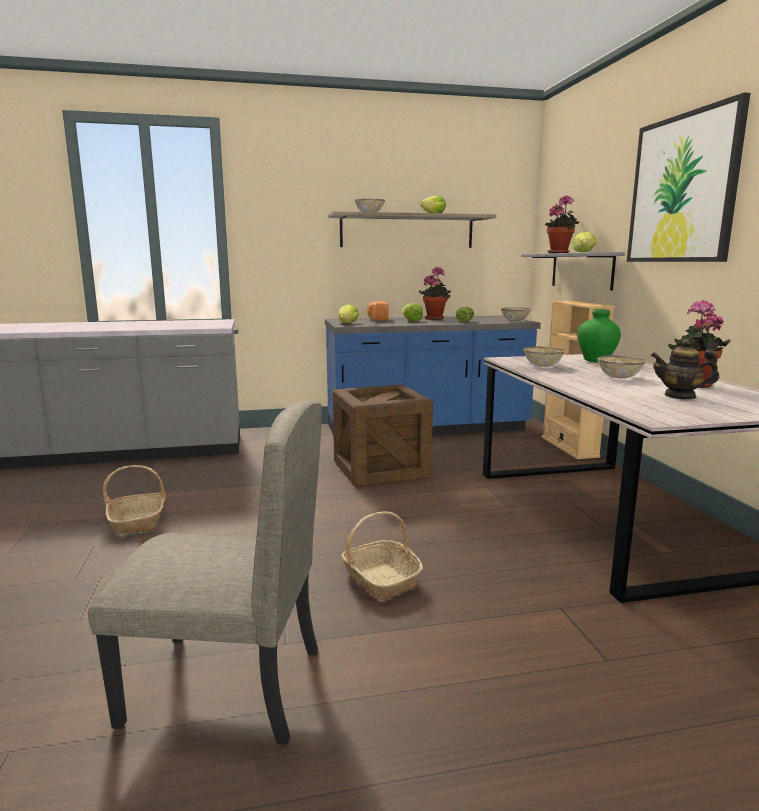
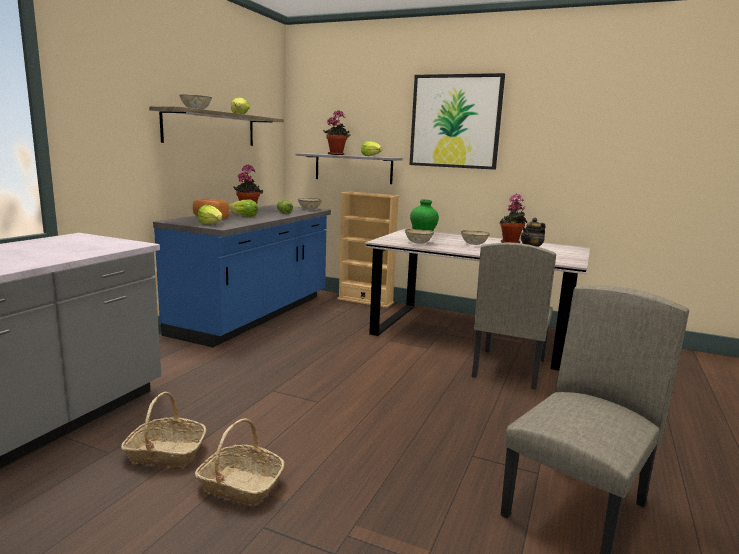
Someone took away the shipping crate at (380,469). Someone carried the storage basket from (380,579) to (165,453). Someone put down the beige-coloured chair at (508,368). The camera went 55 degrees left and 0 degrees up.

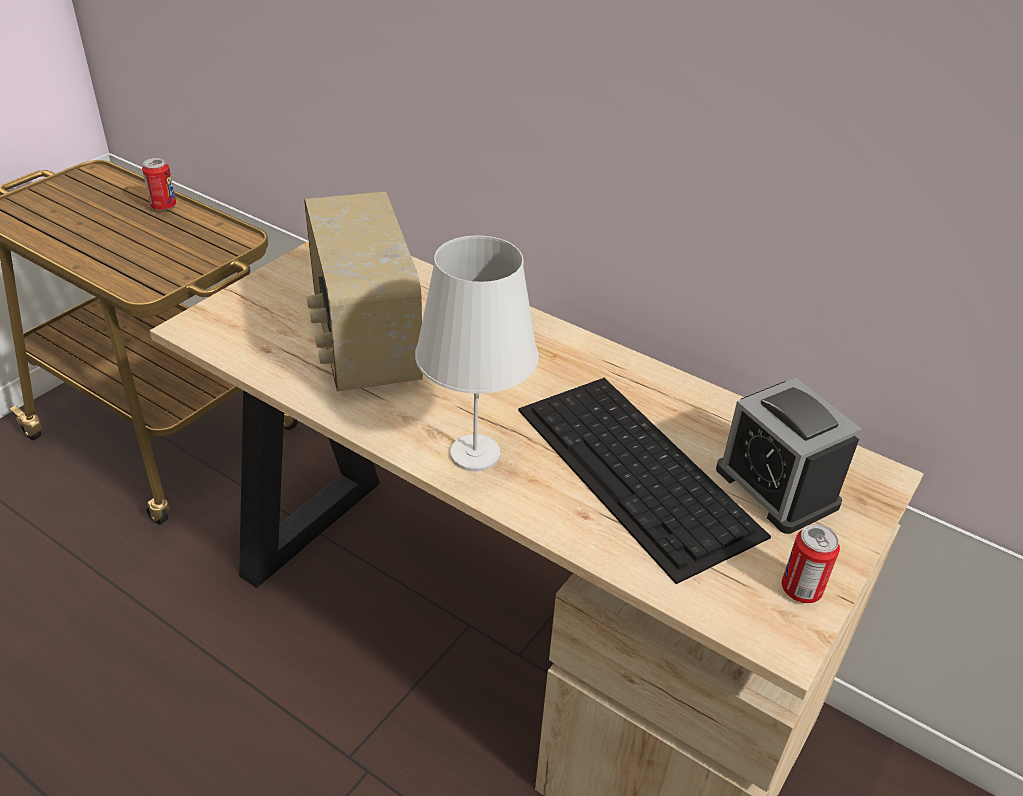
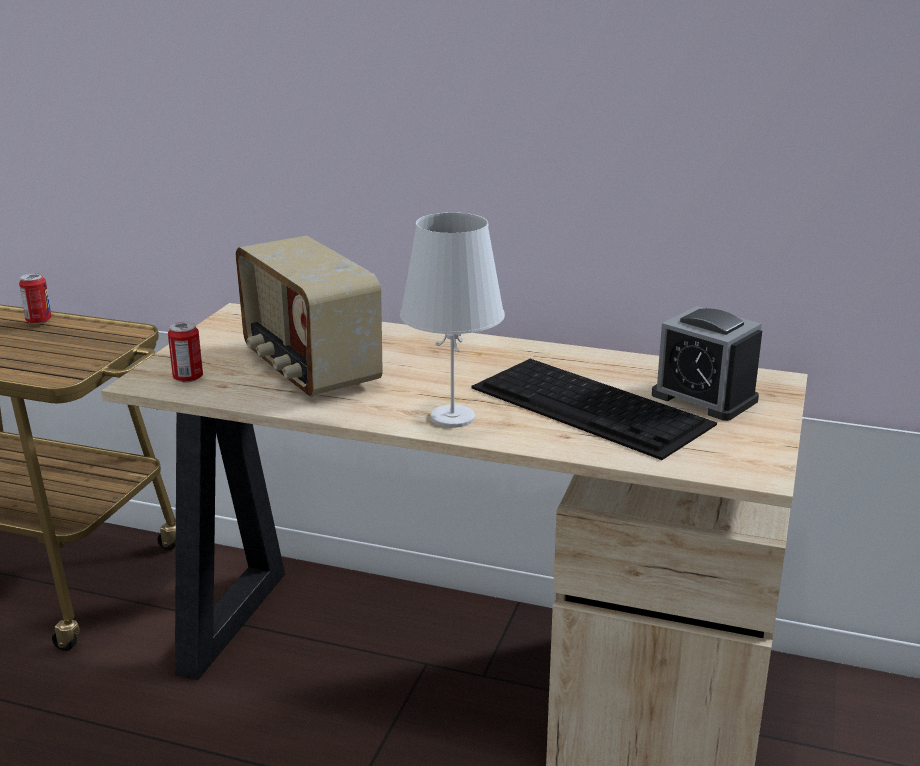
Someone carried the sealed can from (801,590) to (188,378). The camera went 15 degrees left and 15 degrees down.

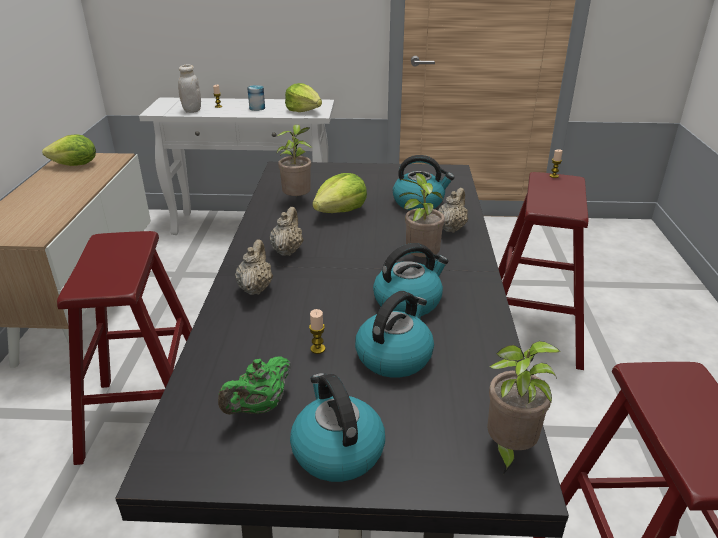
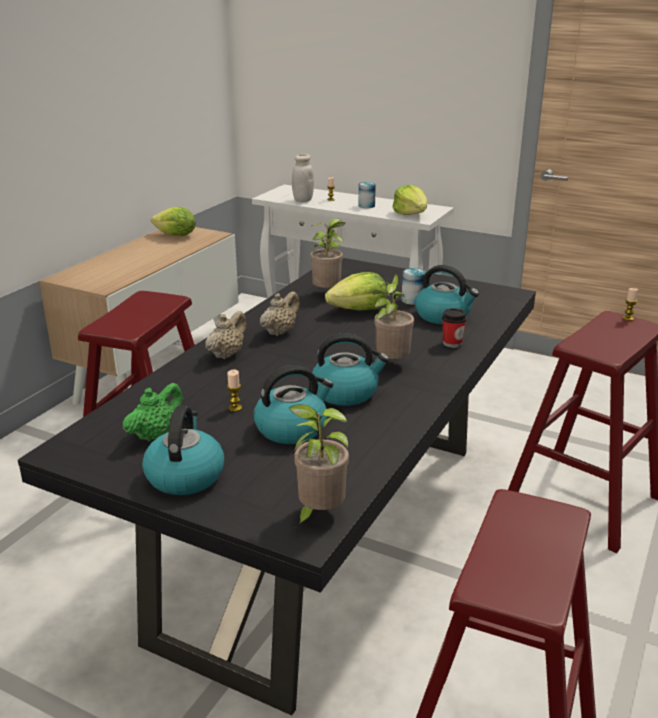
Someone swapped the beige-coloured teapot at (451,228) for the cup at (452,343). Someone rotated the green-coloured teapot at (259,407) by 150 degrees clockwise. Someone put down the sealed can at (412,300). The camera went 25 degrees right and 5 degrees down.

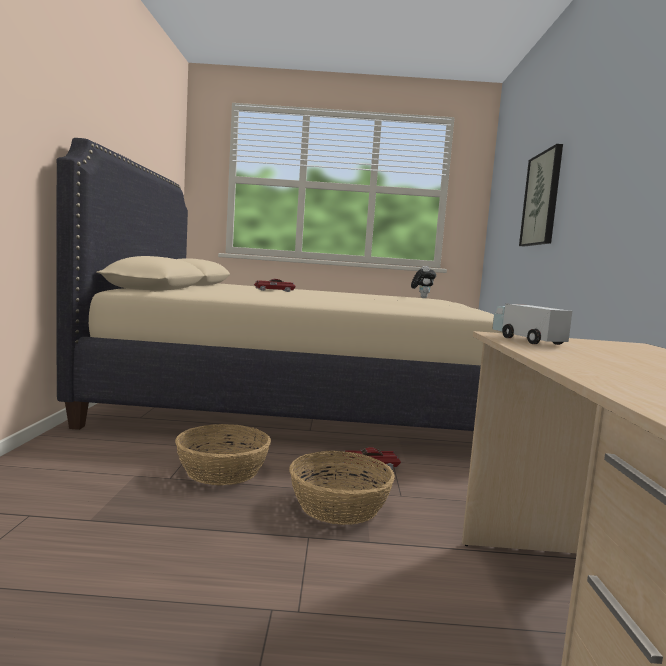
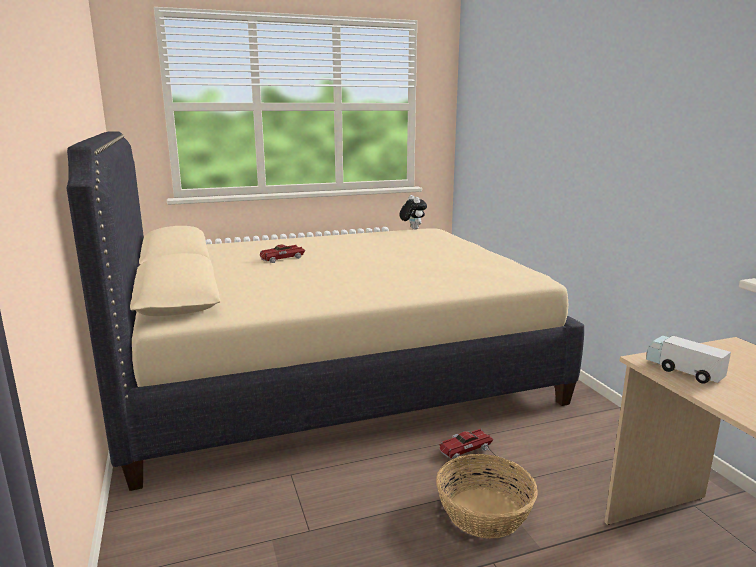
Someone took away the wall picture at (542,199). Someone took away the storage basket at (222,470). The camera went 20 degrees left and 10 degrees up.

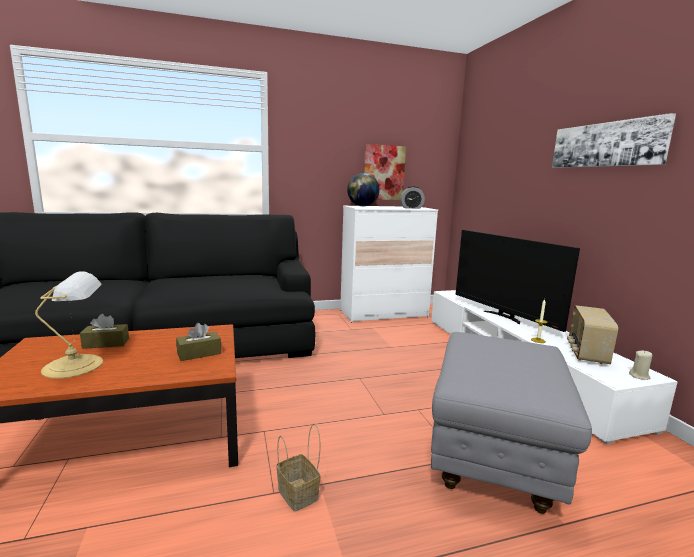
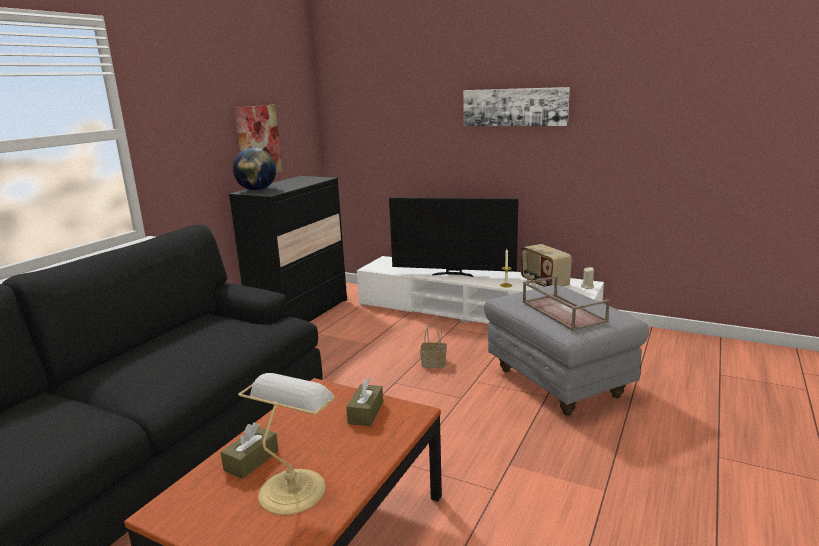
Someone took away the table clock at (411,208). Someone repainted the white drawer chest at (383,313), which became the blackish drawer chest at (300,314). Someone carried the storage basket from (299,494) to (434,363). Someone put down the brown-coloured tray at (561,312). The camera went 45 degrees left and 5 degrees up.

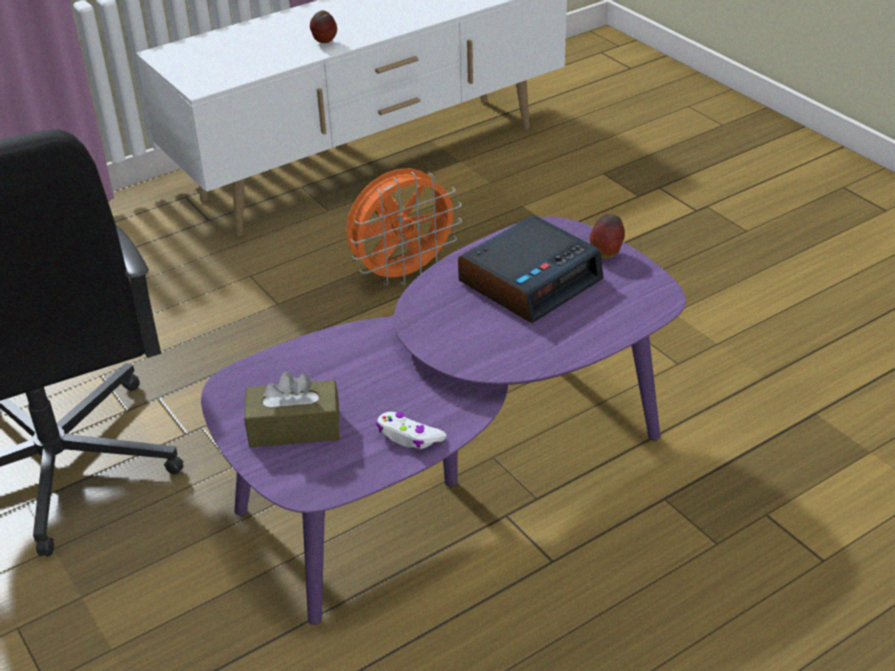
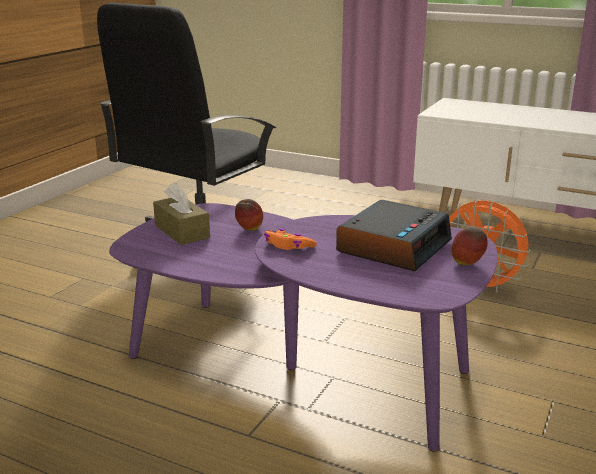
Someone carried the apple fruit from (324,43) to (249,230). Someone rotated the table clock at (530,280) by 75 degrees counterclockwise. Someone took away the white joypad at (409,437). Someone put down the orange-coloured joypad at (288,246). The camera went 60 degrees right and 15 degrees down.

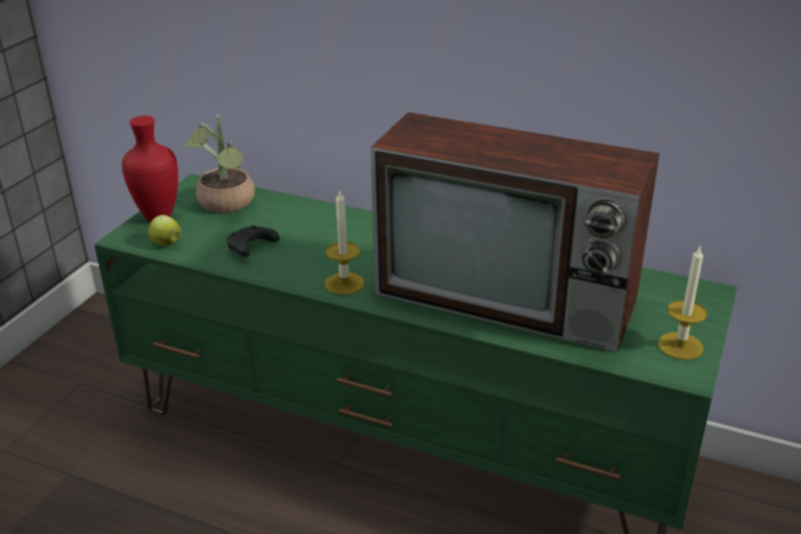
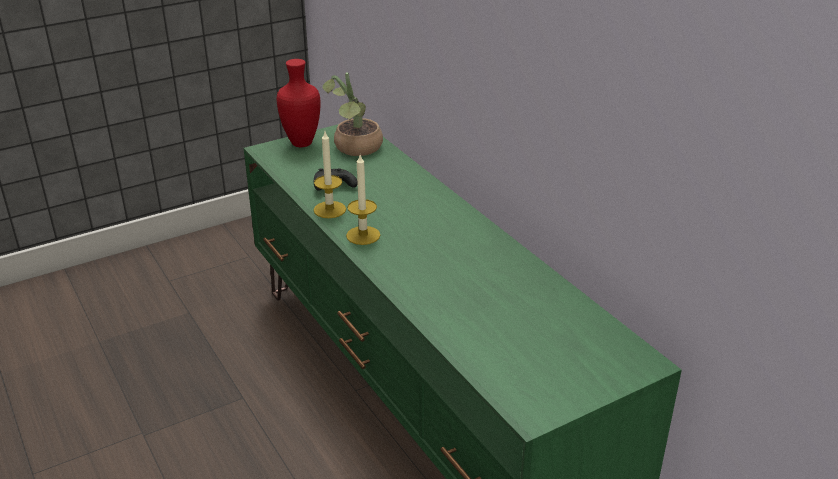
Someone took away the TV set at (510,298). Someone took away the apple fruit at (166,243). Someone carried the wax light from (680,346) to (329,209). The camera went 35 degrees right and 0 degrees up.

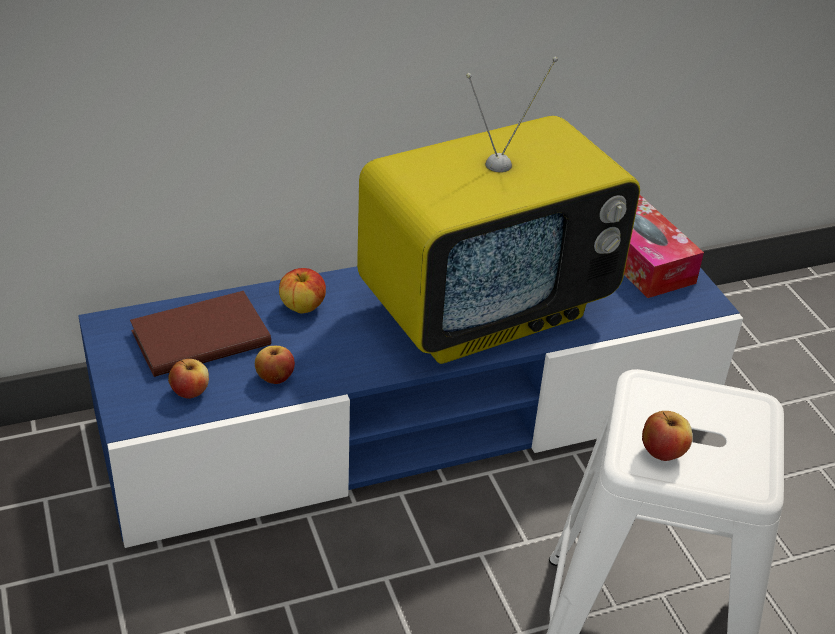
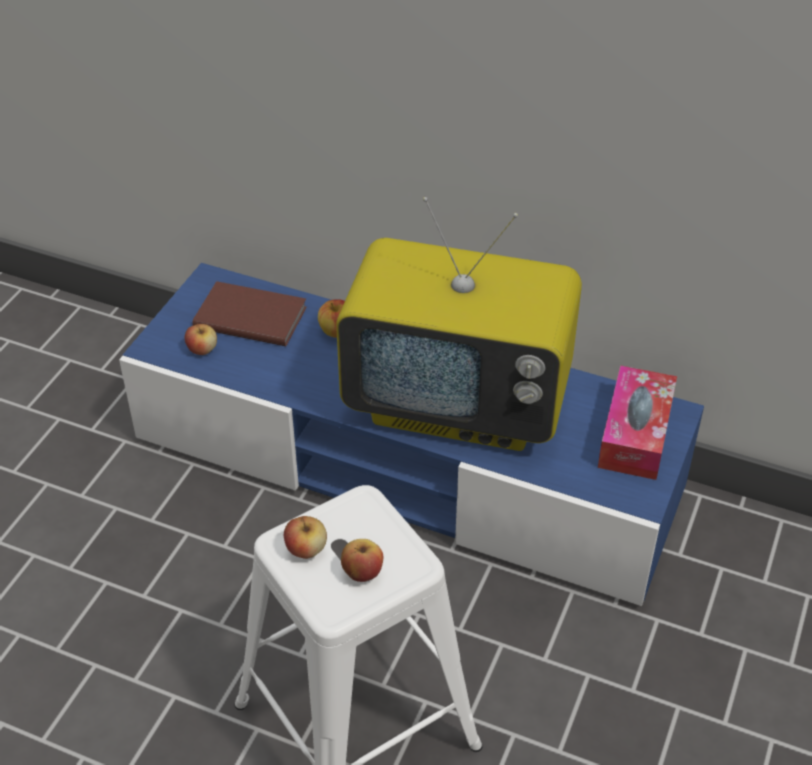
Someone carried the apple fruit from (275,377) to (362,572). The camera went 45 degrees right and 5 degrees up.

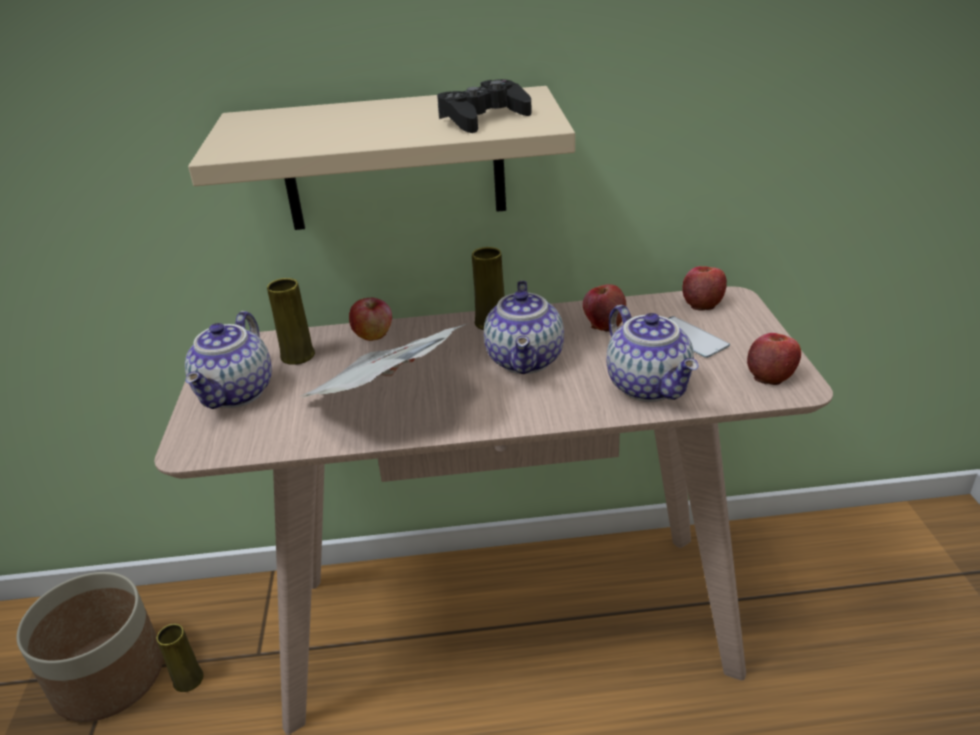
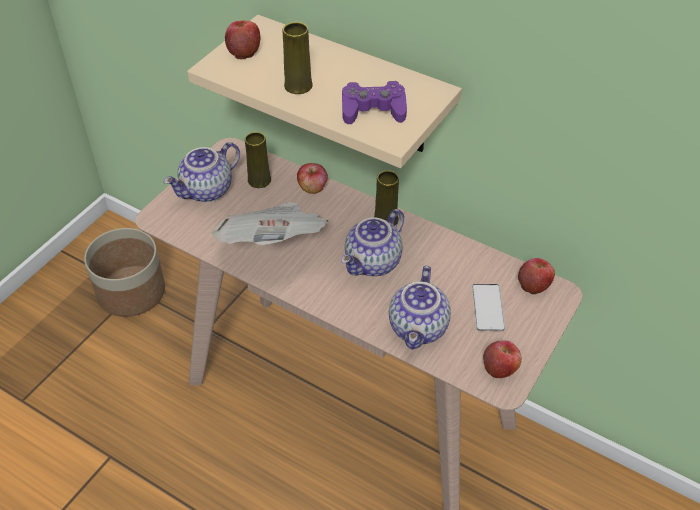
Someone repainted the blackish joypad at (483,118), which became the purple joypad at (373,109). Someone carried the apple fruit from (604,323) to (244,51). Someone carried the yellow-coloured decorative vase from (188,679) to (298,86). The camera went 35 degrees right and 15 degrees up.

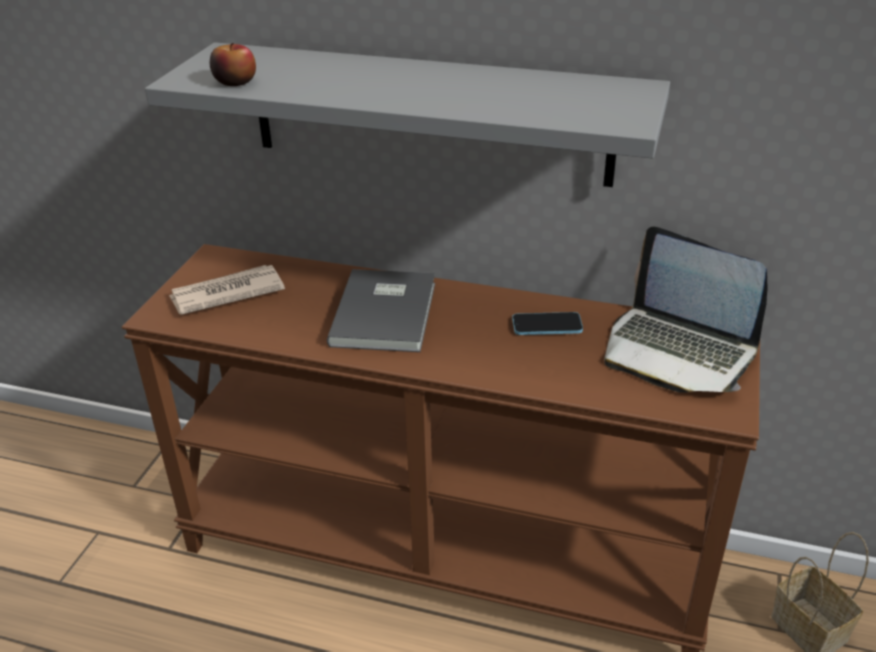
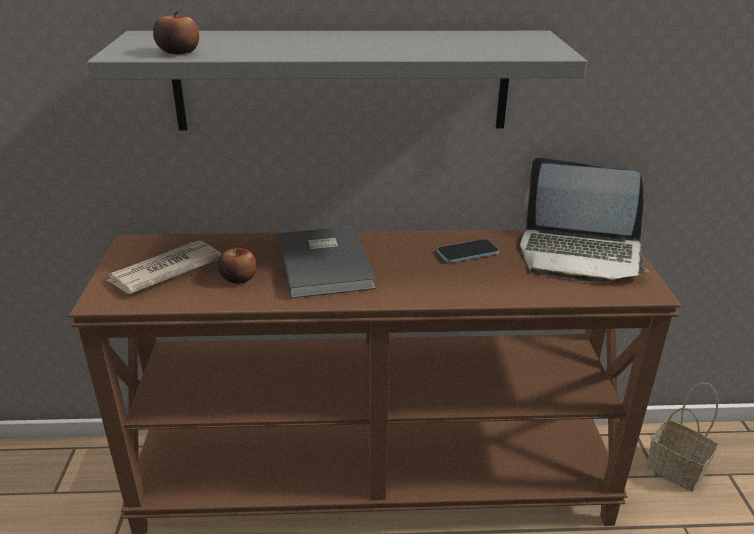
Someone put down the apple fruit at (238,278). The camera went 20 degrees left and 5 degrees down.

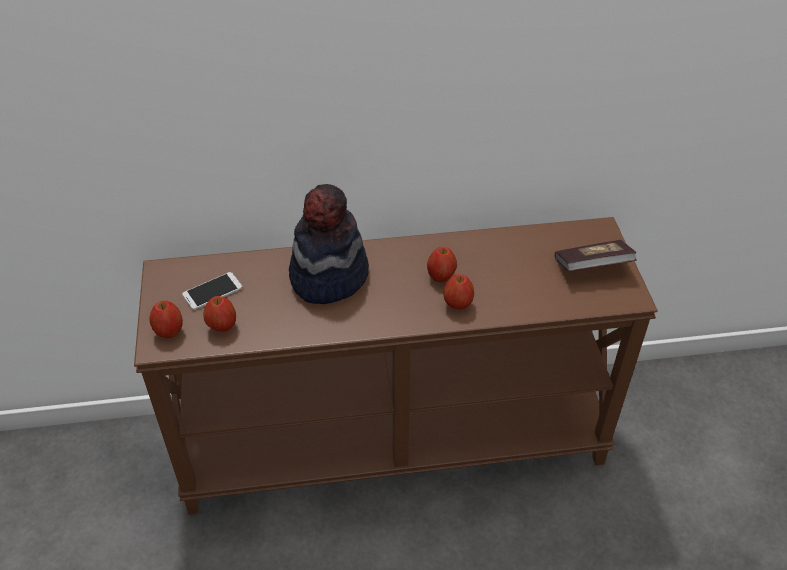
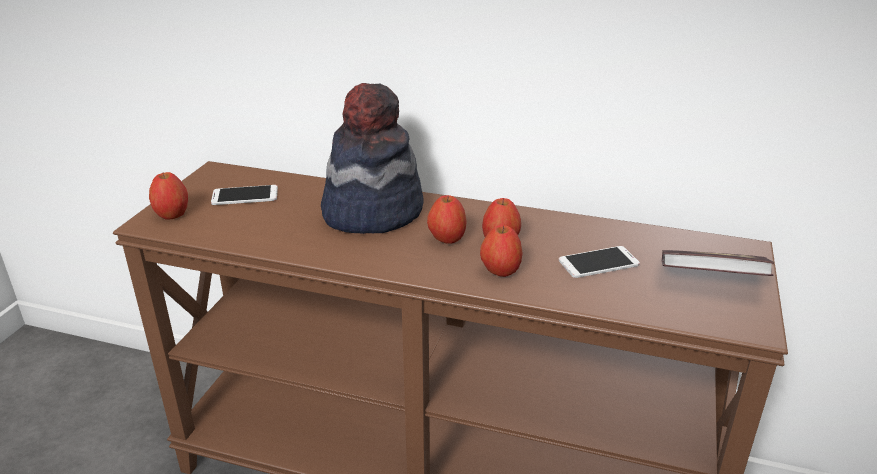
Someone carried the apple fruit from (222,326) to (447,239). Someone put down the telephone at (598,263). The camera went 25 degrees right and 15 degrees down.

